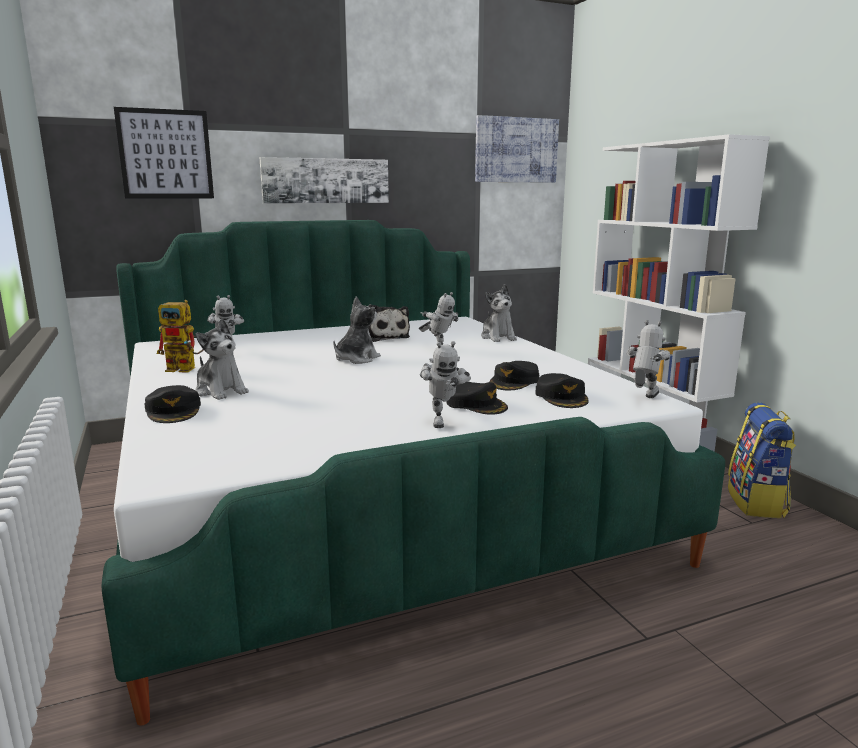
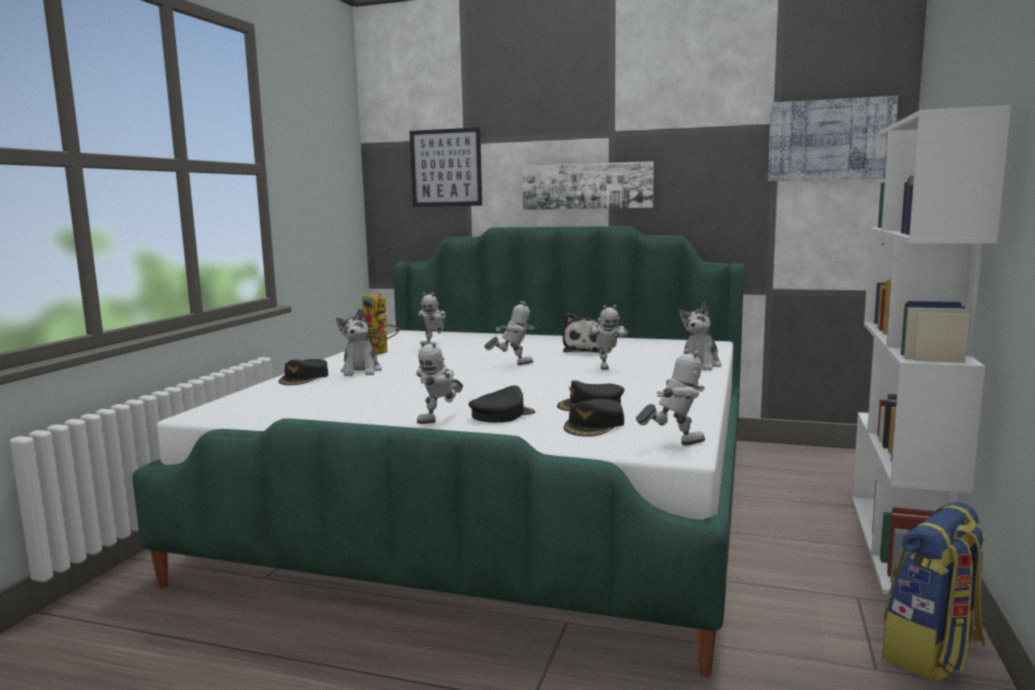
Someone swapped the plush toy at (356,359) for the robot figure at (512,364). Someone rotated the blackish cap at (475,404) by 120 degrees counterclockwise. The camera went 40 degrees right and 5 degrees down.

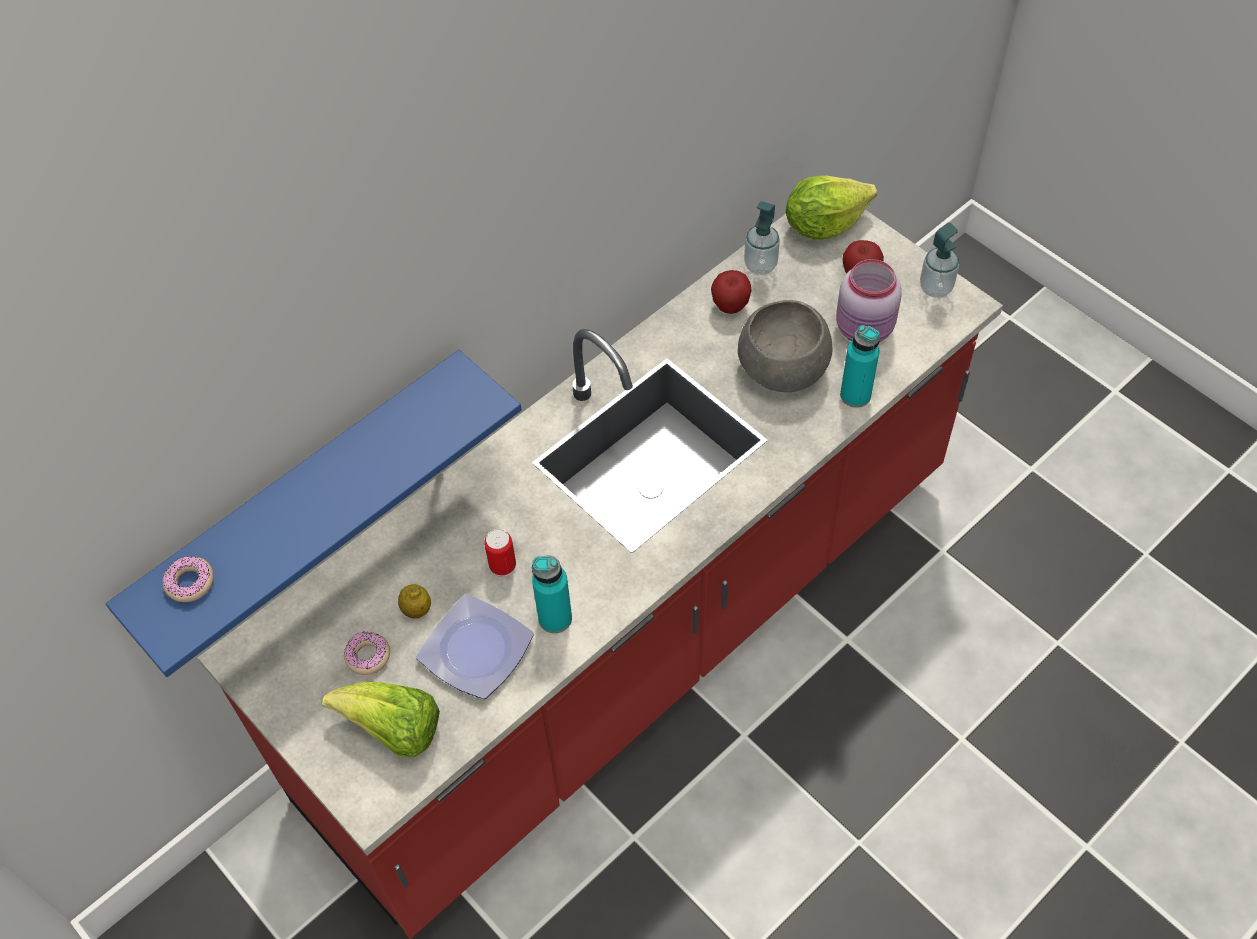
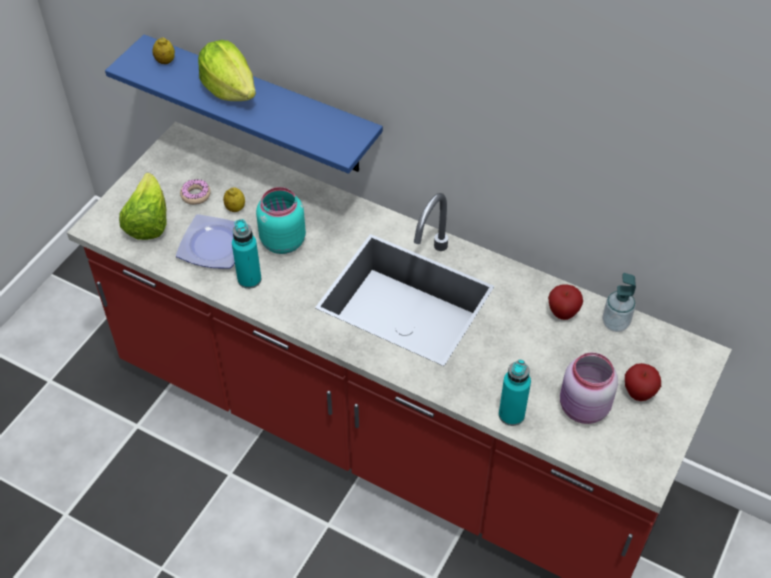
Someone carried the lettuce from (823,224) to (229,89). Someone took away the soap bottle at (935,288). Someone took away the greyish serving bowl at (782,366). Someone swapped the sealed can at (502,565) for the turquoise preserve jar at (281,241). Someone swapped the doughnut at (190,582) for the lemon at (165,61). The camera went 70 degrees right and 5 degrees down.

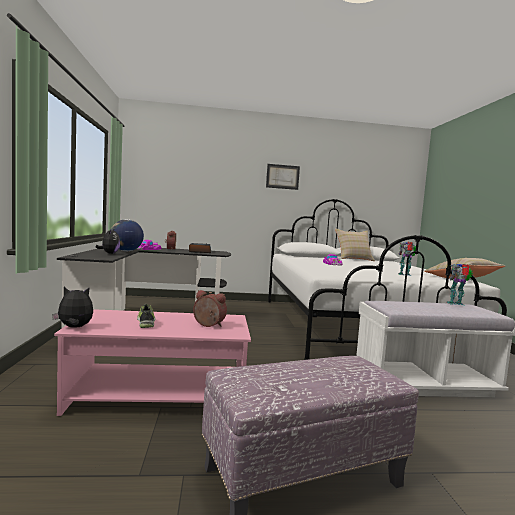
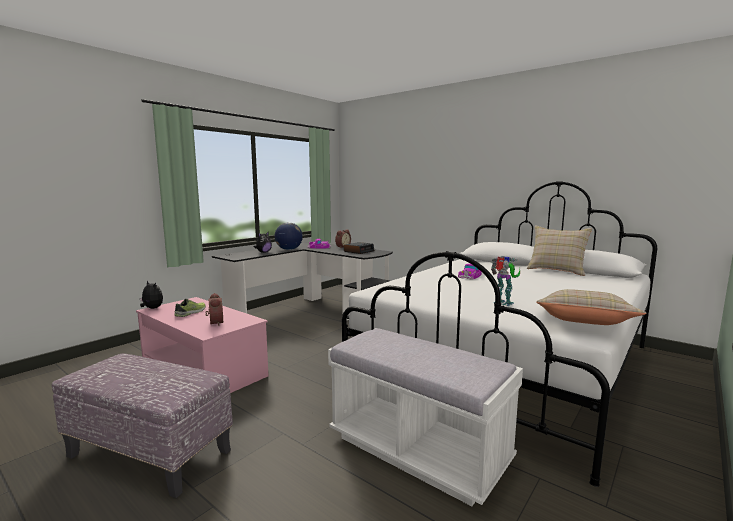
Someone took away the wall picture at (282,176). Someone took away the robot figure at (456,304). The camera went 45 degrees right and 5 degrees up.

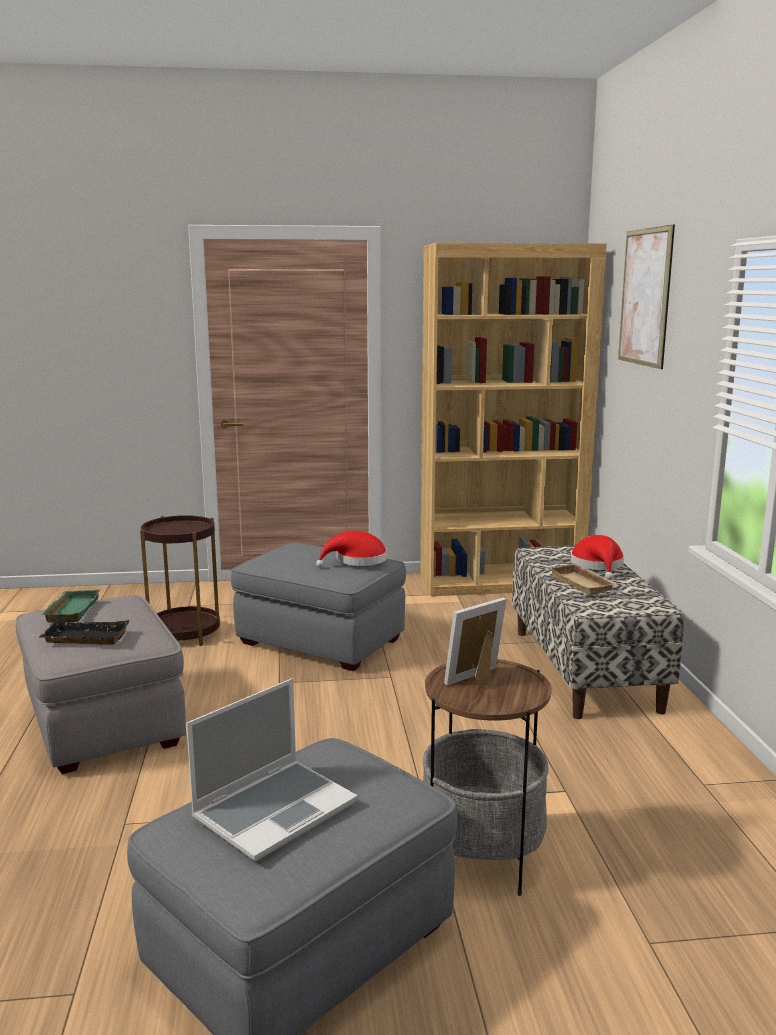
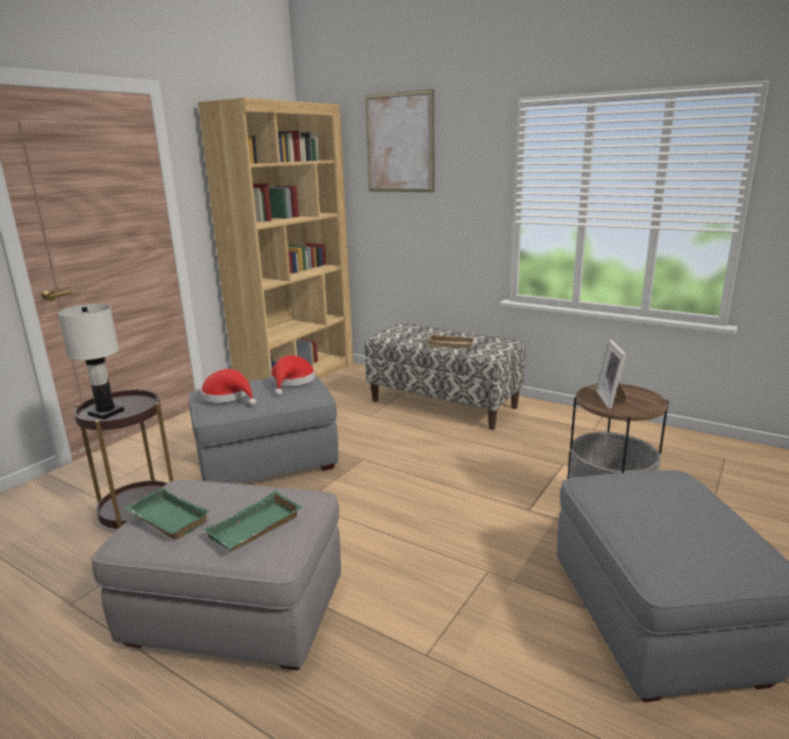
Someone carried the reddish clothing hat from (598,565) to (229,396). Someone repainted the blackish tray at (84,639), which became the green-coloured tray at (255,529). Someone took away the notebook computer at (275,809). Someone put down the white table lamp at (106,412). The camera went 50 degrees left and 5 degrees up.

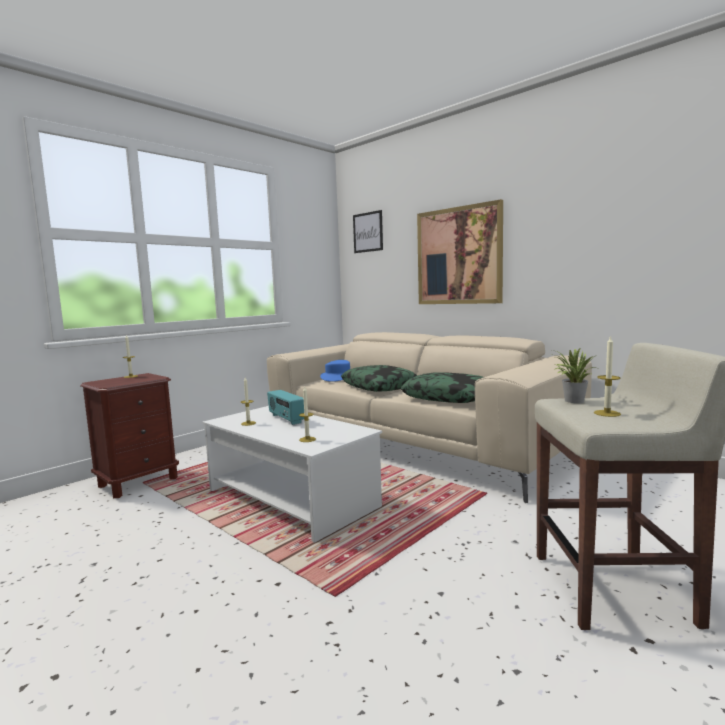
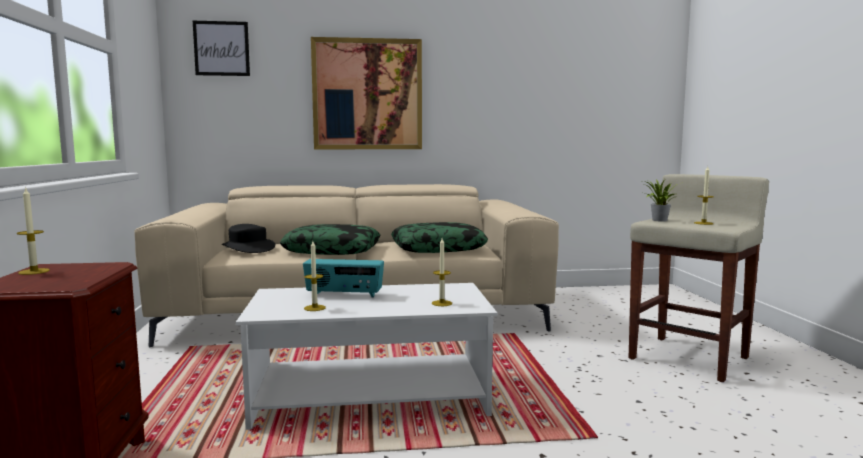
Someone repainted the blue-coloured clothing hat at (338,377), which became the blackish clothing hat at (248,248). The camera went 50 degrees left and 0 degrees up.

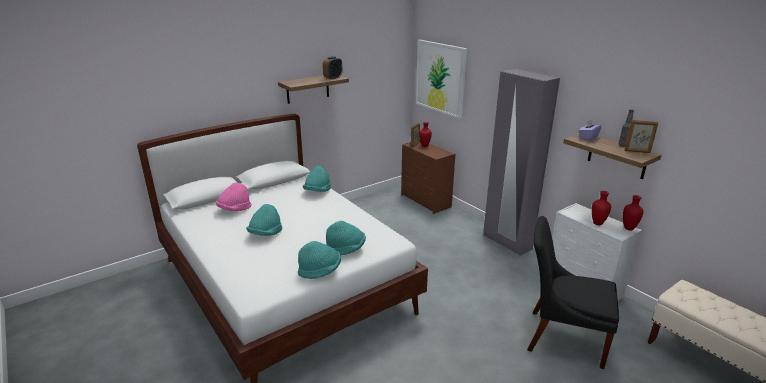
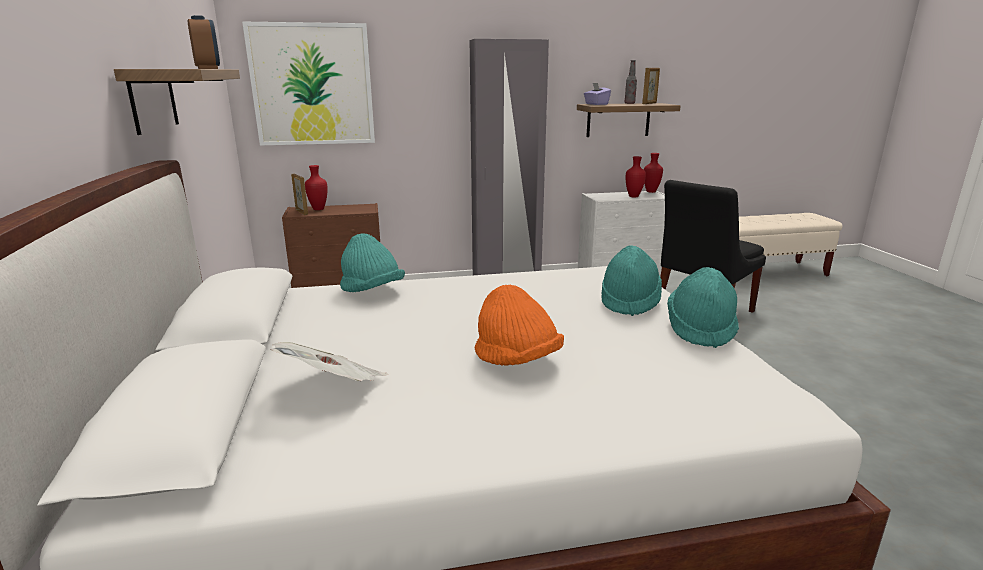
Someone swapped the pink-coloured clothing hat at (234,209) for the newspaper at (334,387). Someone repainted the turquoise clothing hat at (265,234), which became the orange-coloured clothing hat at (516,360). The camera went 65 degrees left and 5 degrees down.

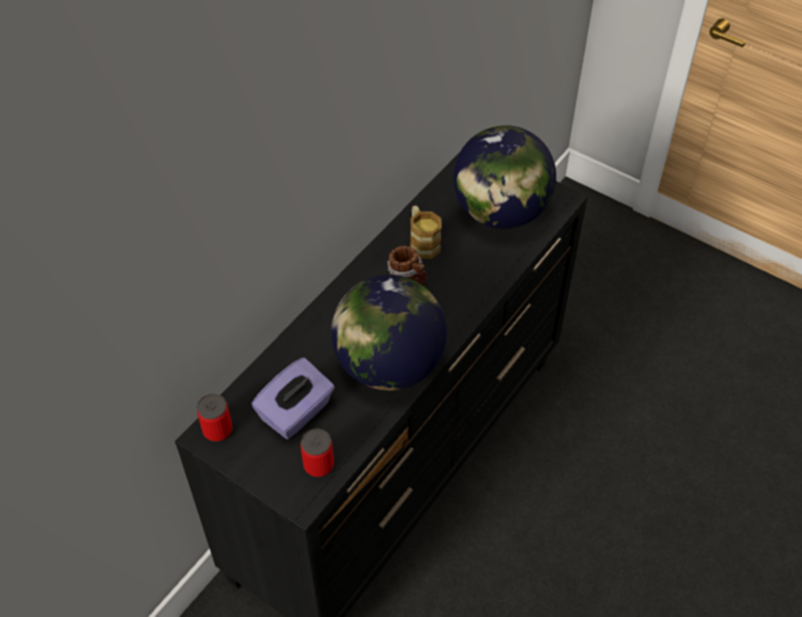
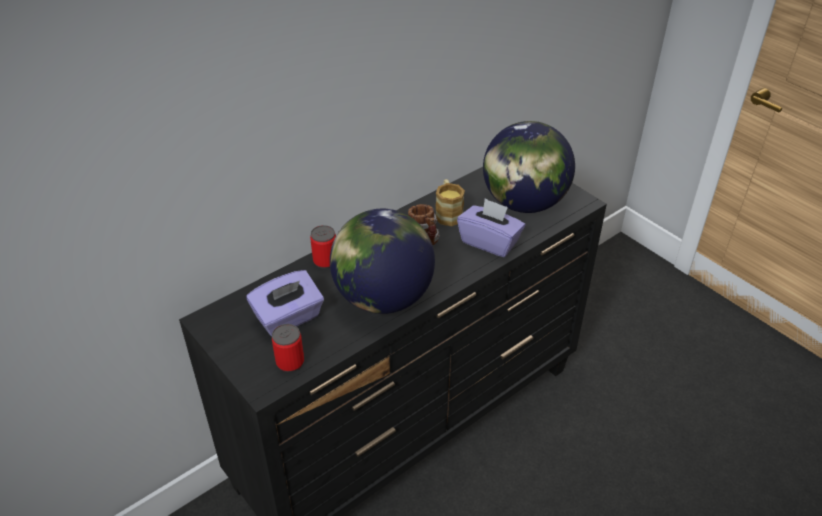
Someone carried the sealed can from (217,430) to (325,261). Someone put down the purple tissue holder at (489,242). The camera went 15 degrees right and 10 degrees down.

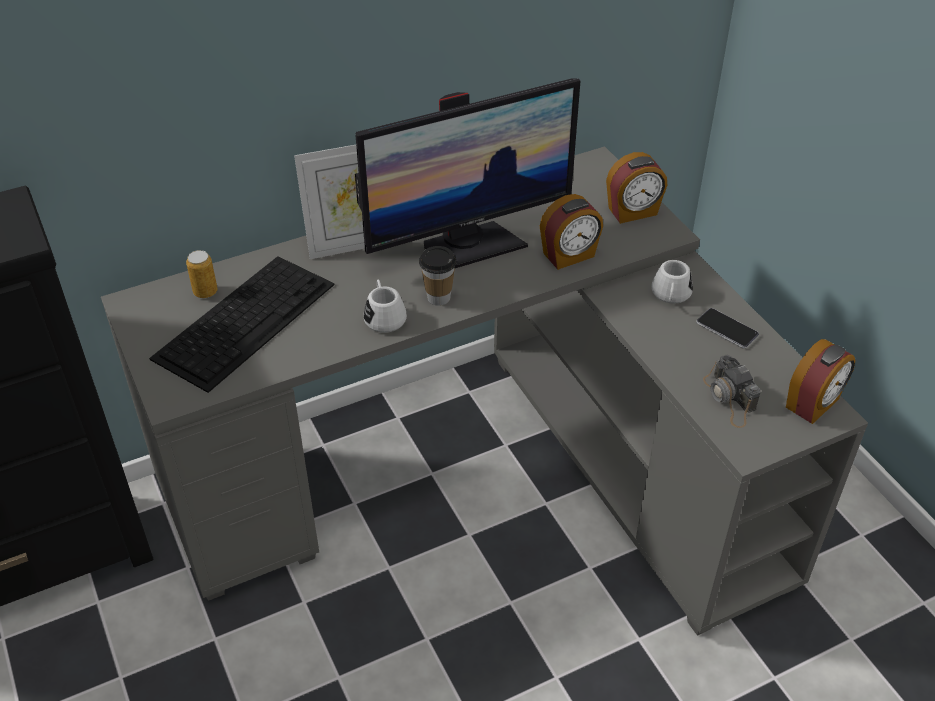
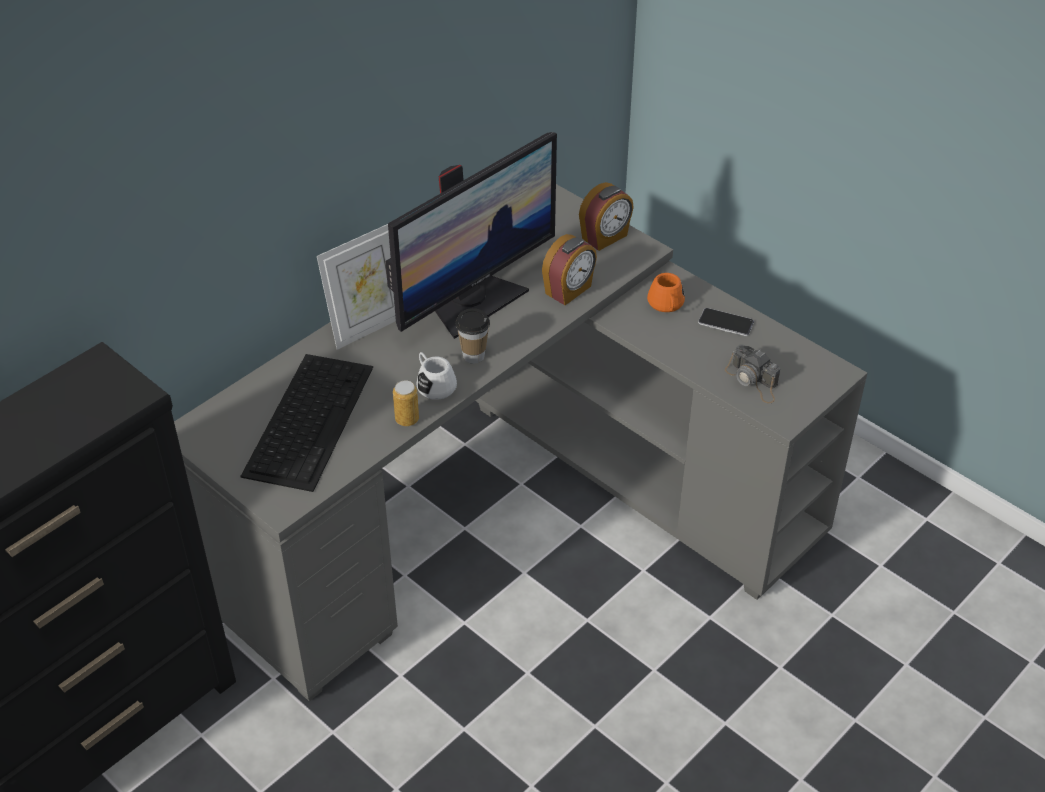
Someone carried the sealed can from (205,292) to (407,419). Someone repainted the white coffee mug at (670,295), which became the orange-coloured coffee mug at (666,305). Someone took away the table clock at (813,404). The camera went 20 degrees left and 0 degrees up.

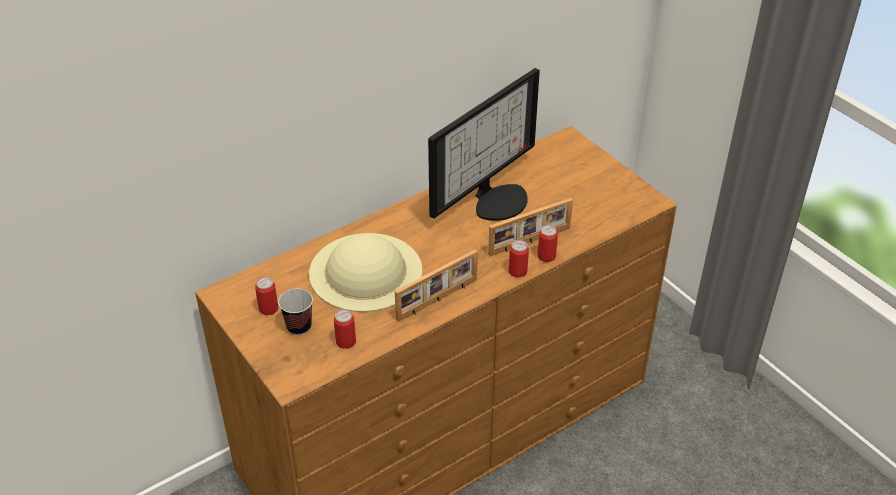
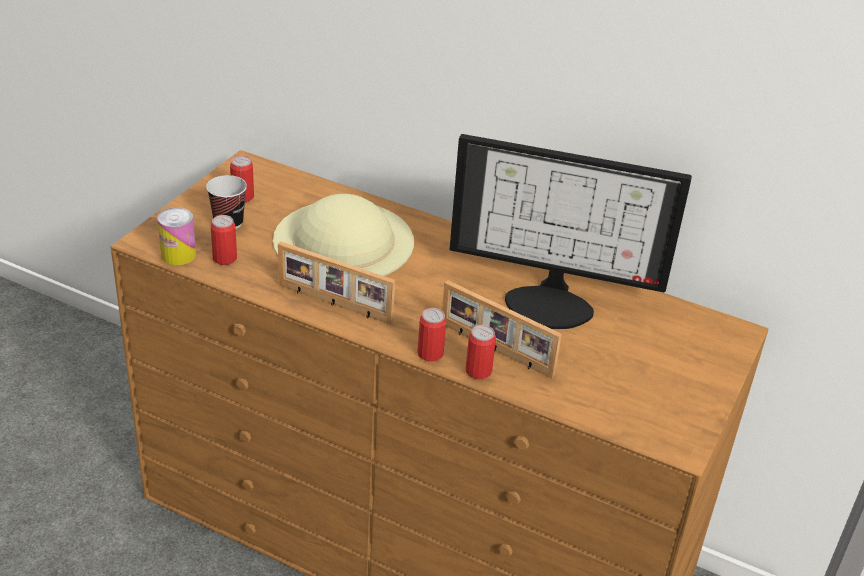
Someone put down the sealed can at (178,255). The camera went 60 degrees right and 5 degrees down.

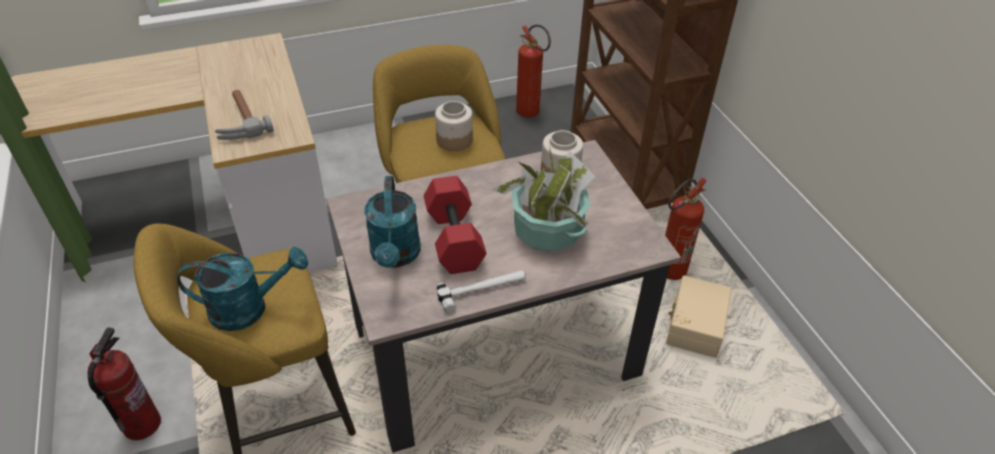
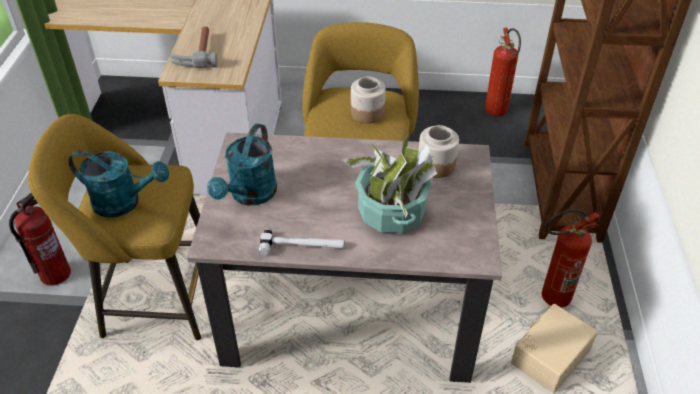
Someone took away the reddish dumbbell at (452,238). The camera went 25 degrees right and 0 degrees up.

